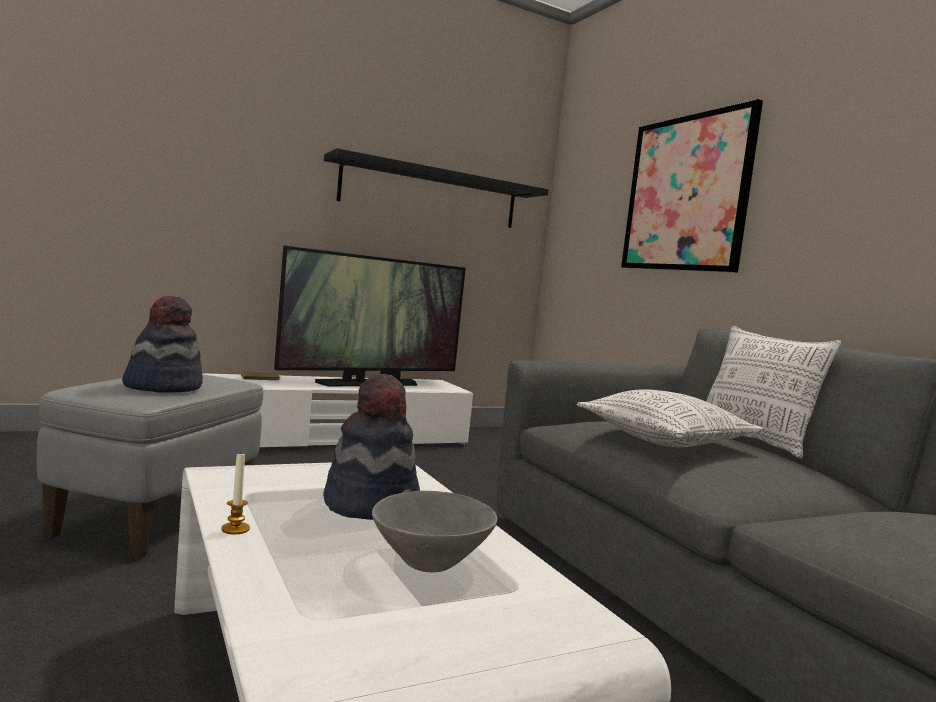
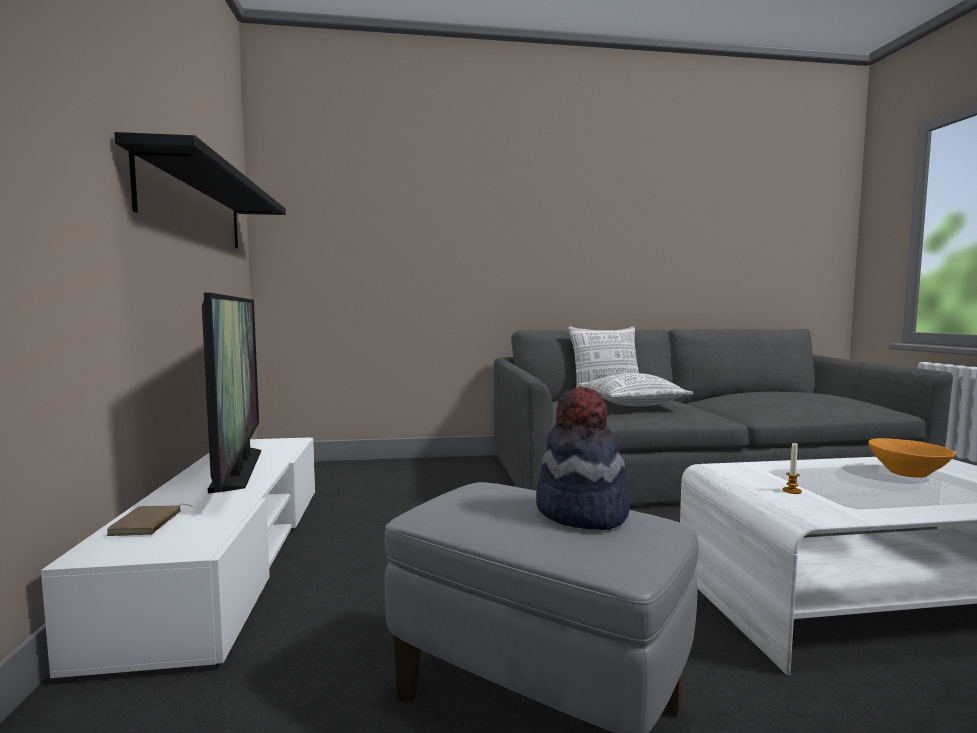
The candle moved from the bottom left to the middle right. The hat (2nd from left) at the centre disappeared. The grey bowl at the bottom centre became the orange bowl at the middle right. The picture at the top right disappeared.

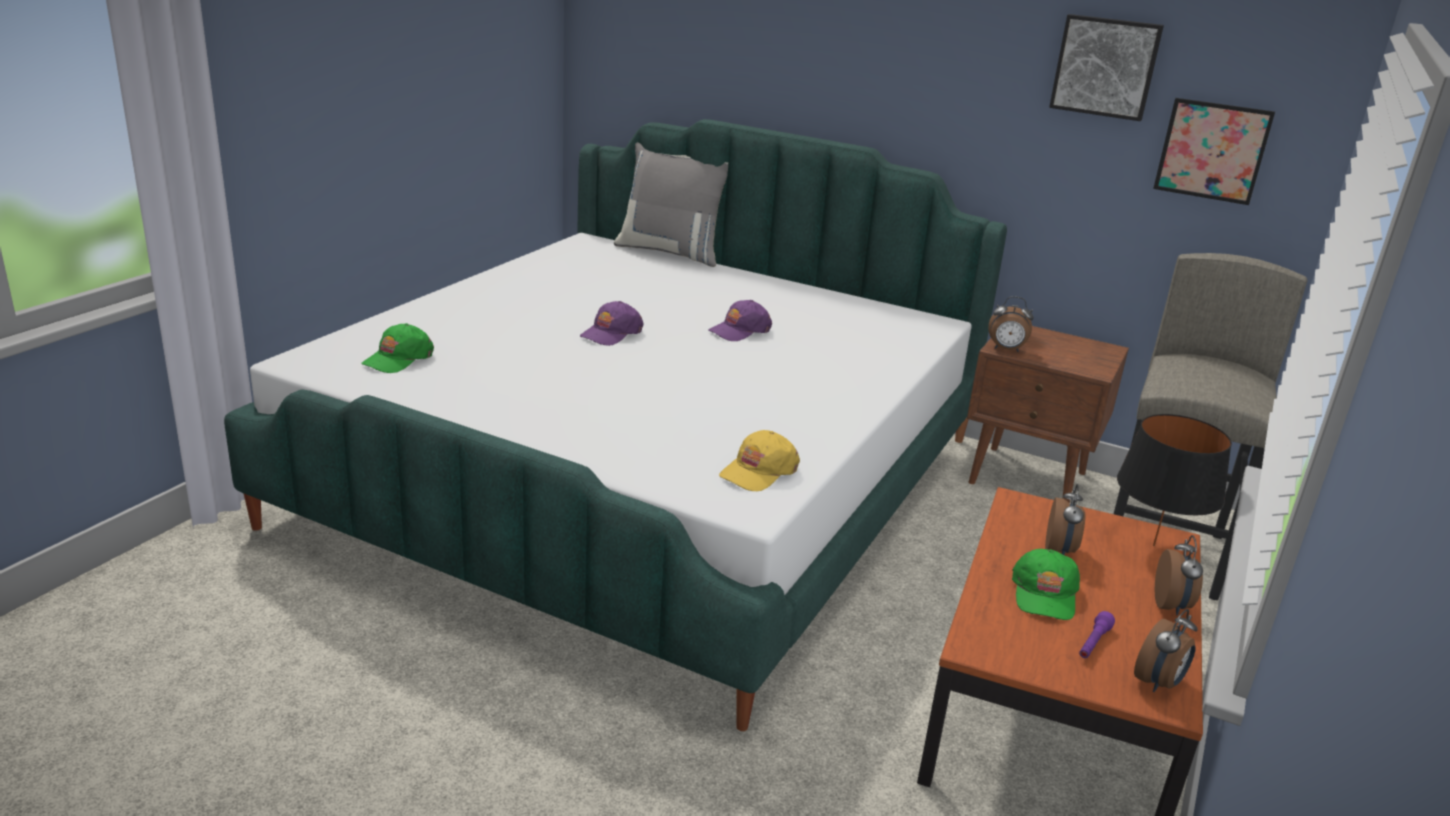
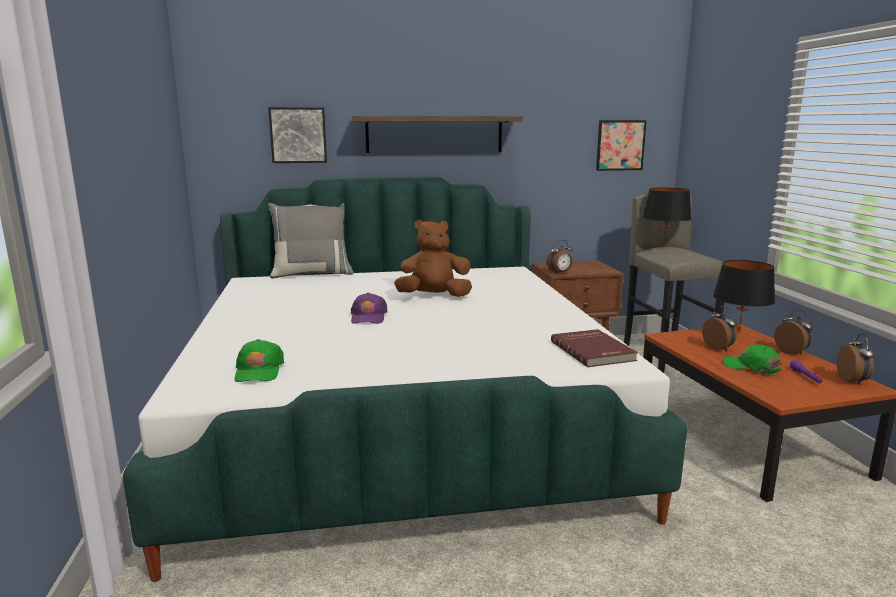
The purple cap (2nd from left) at the centre was replaced by the brown plush toy at the centre. The yellow cap at the centre was replaced by the red book at the centre. The green cap (2nd from left) at the bottom right turned 150 degrees clockwise. The picture (1st from left) moved from the top right to the top left. The shelf at the top centre appeared. The black table lamp (1st from left) at the middle right appeared.

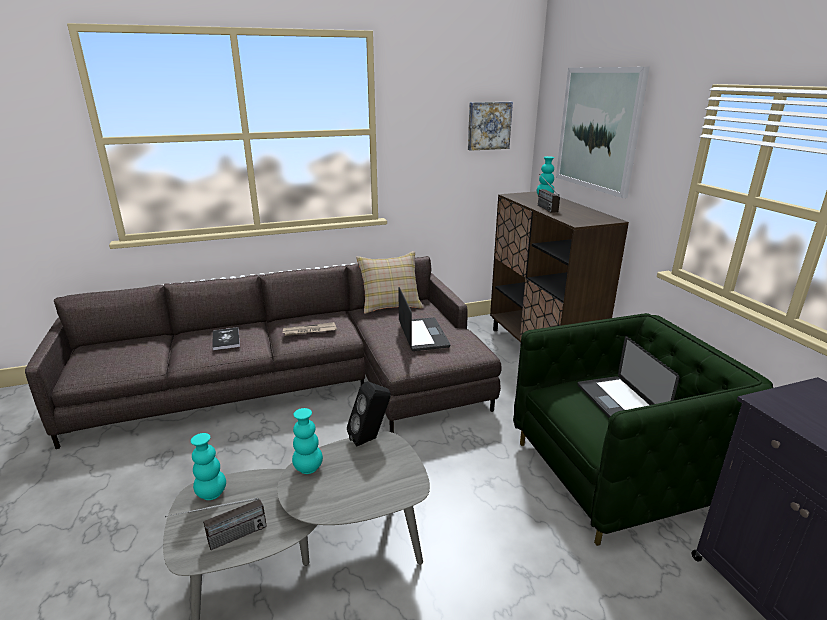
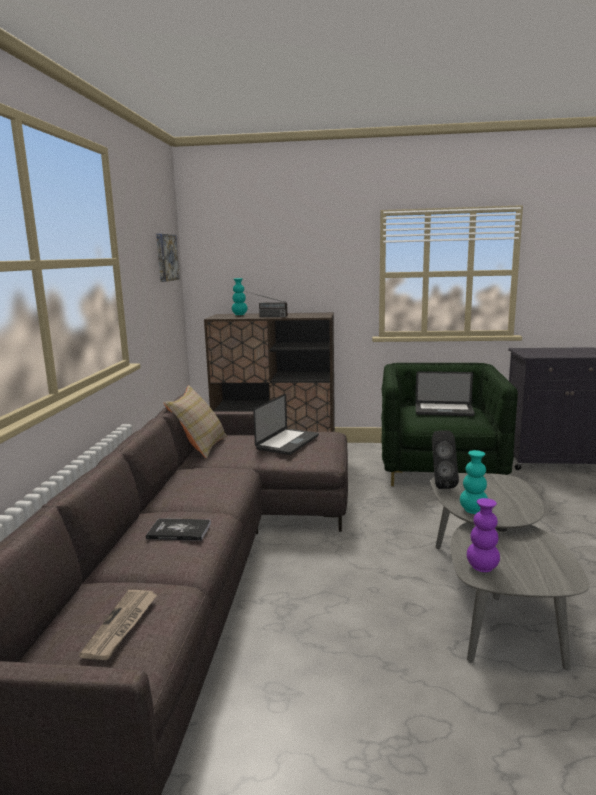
The radio (1st from left) at the bottom left disappeared. The turquoise vase (1st from left) at the bottom left became the purple vase at the bottom right. The newspaper moved from the centre to the bottom left. The laptop (1st from left) at the centre turned 105 degrees clockwise. The picture (2nd from left) at the top right disappeared.

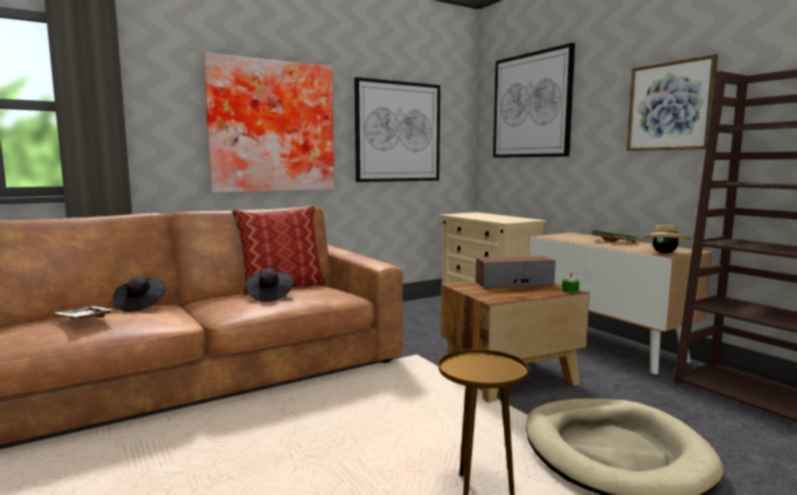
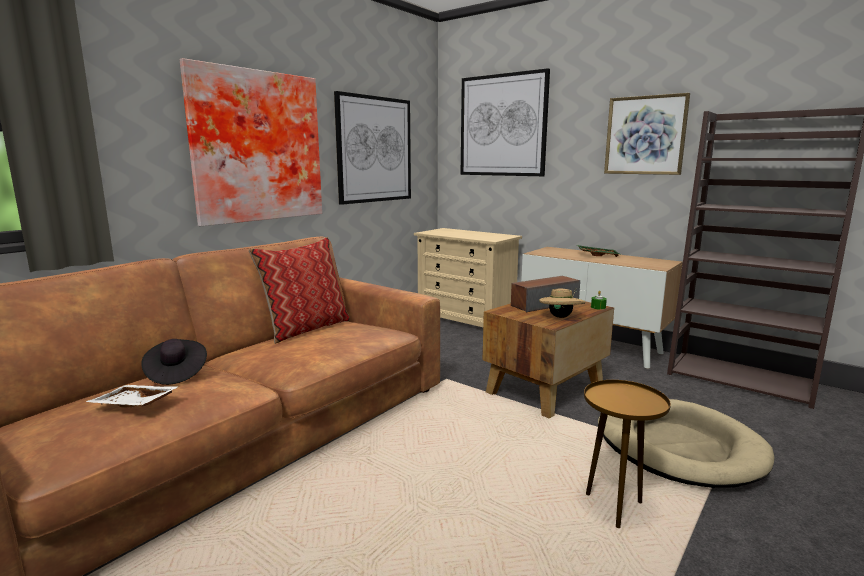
The black hat (2nd from left) at the centre disappeared. The beige hat moved from the middle right to the centre.

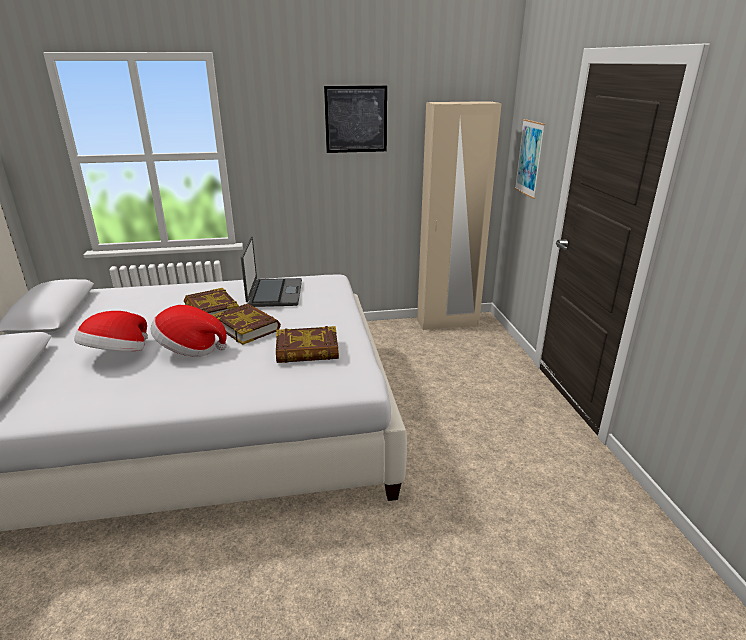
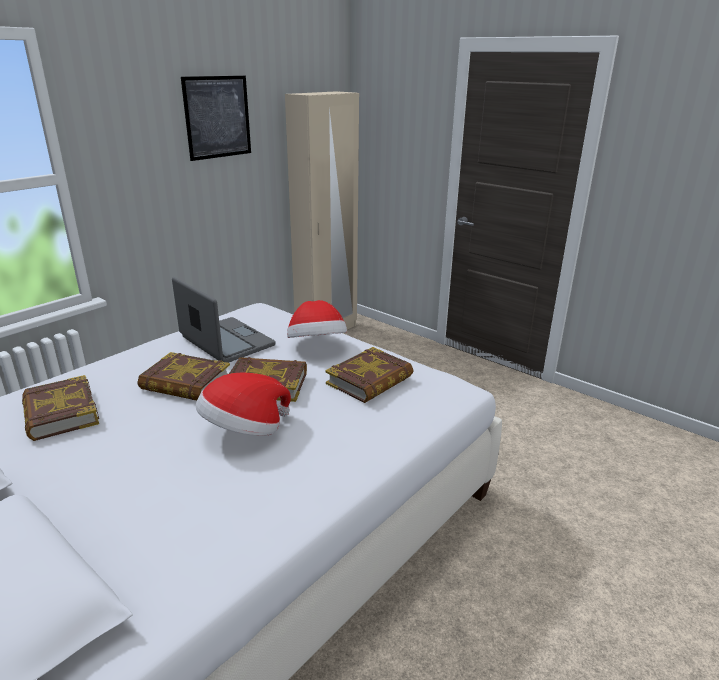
The hat (1st from left in the first image) moved from the middle left to the centre. The picture (2nd from left) at the top right disappeared. The book (1st from left) at the middle left appeared.

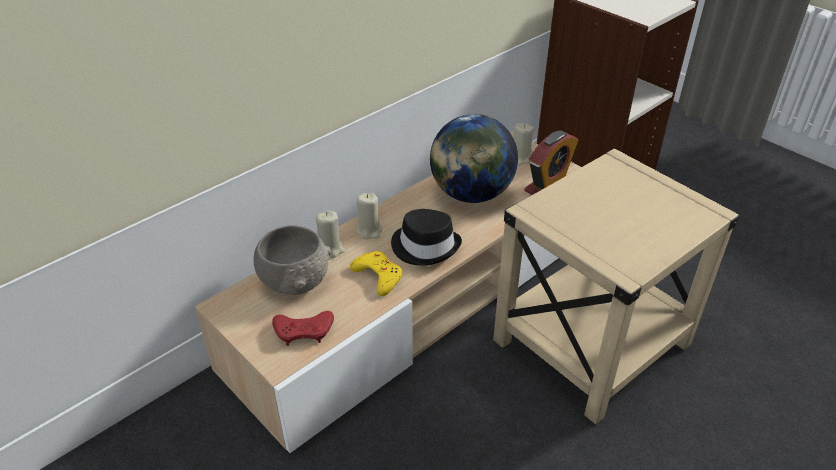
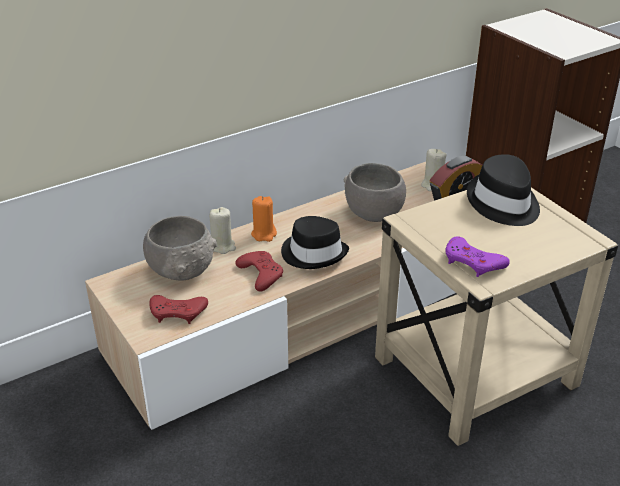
The yellow game controller at the centre became the red game controller (2nd from left) at the centre. The beige candle (2nd from left) at the centre became the orange candle at the centre. The globe at the centre was replaced by the grey bowl (2nd from left) at the centre. The purple game controller at the middle right appeared. The black hat (2nd from left) at the middle right appeared.

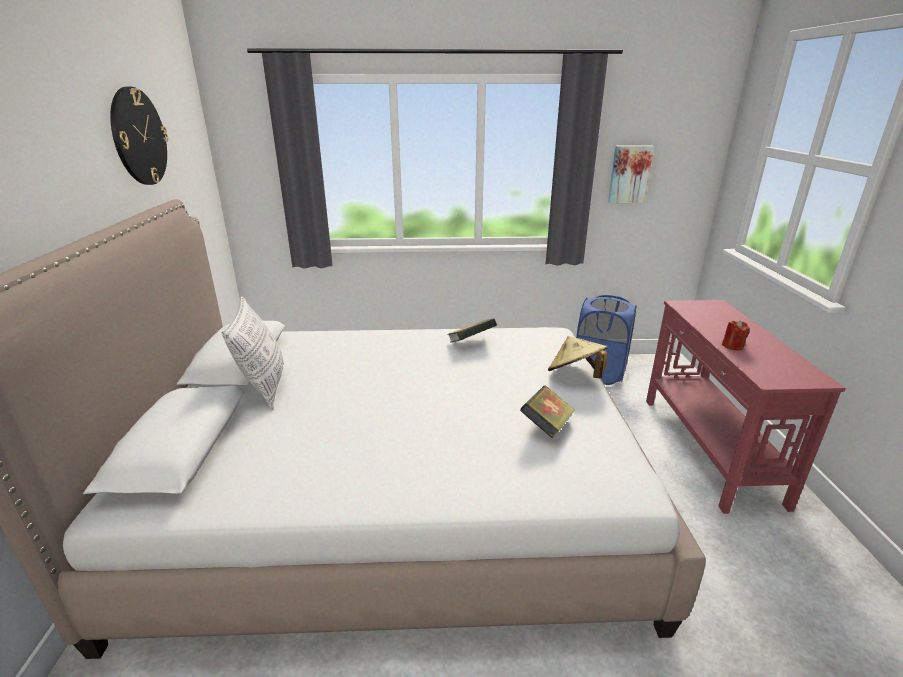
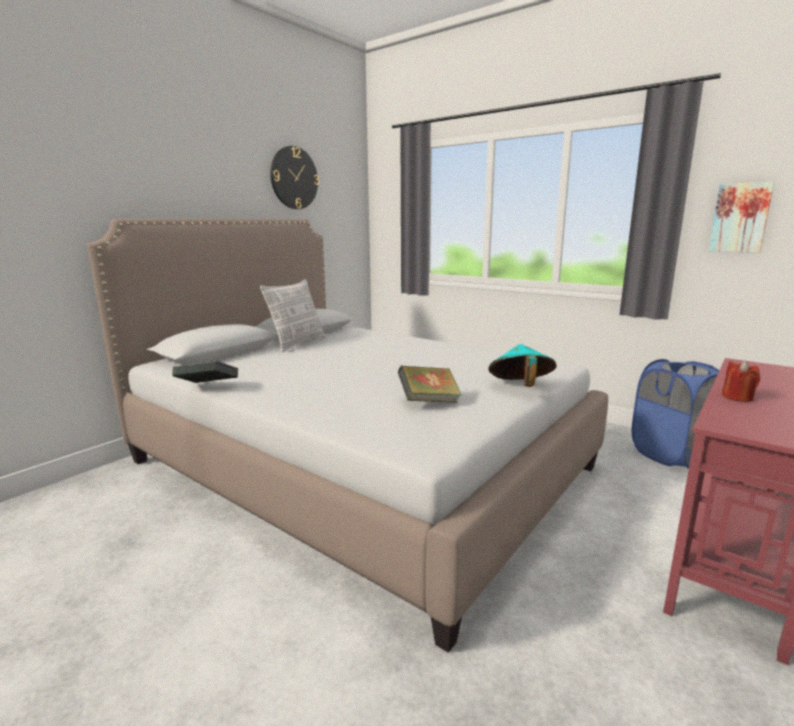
The book (1st from left) moved from the centre to the middle left. The beige hat at the centre became the turquoise hat at the centre.

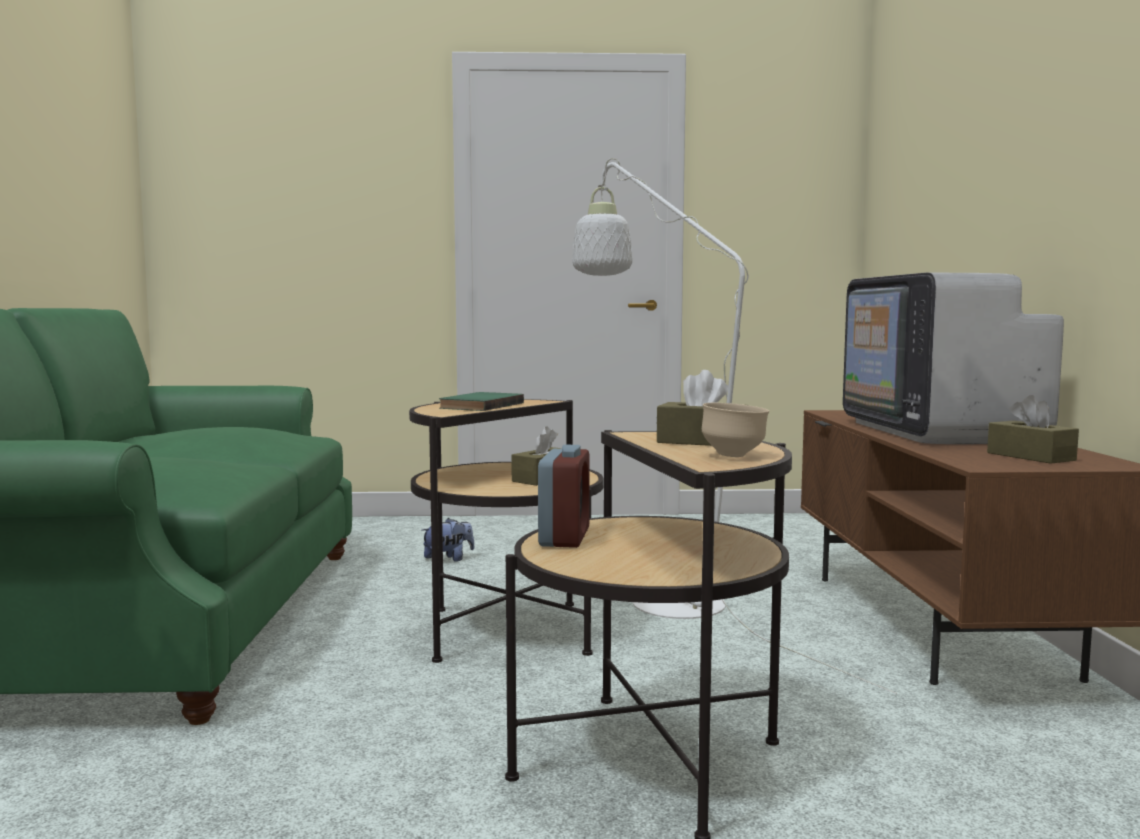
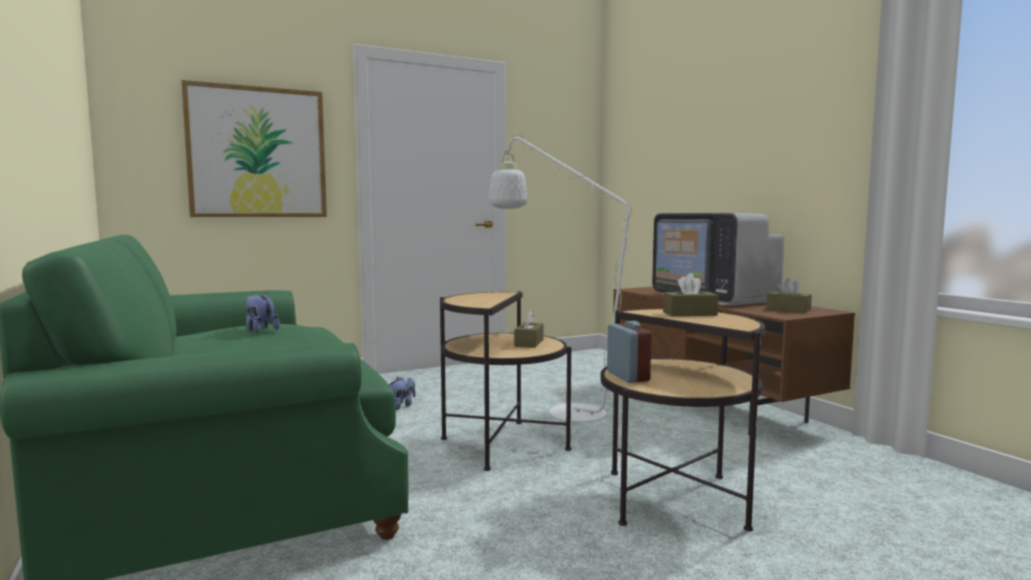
The green book at the centre disappeared. The beige bowl at the centre disappeared. The picture at the top left appeared. The plush toy (1st from left) at the middle left appeared.

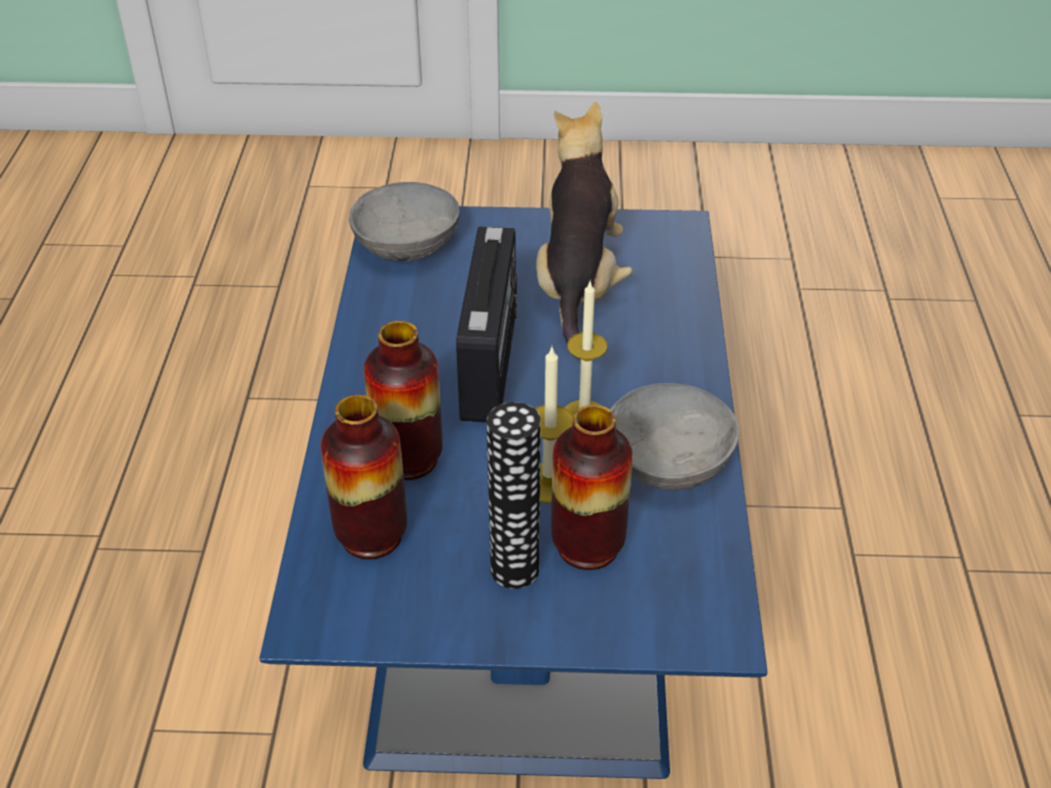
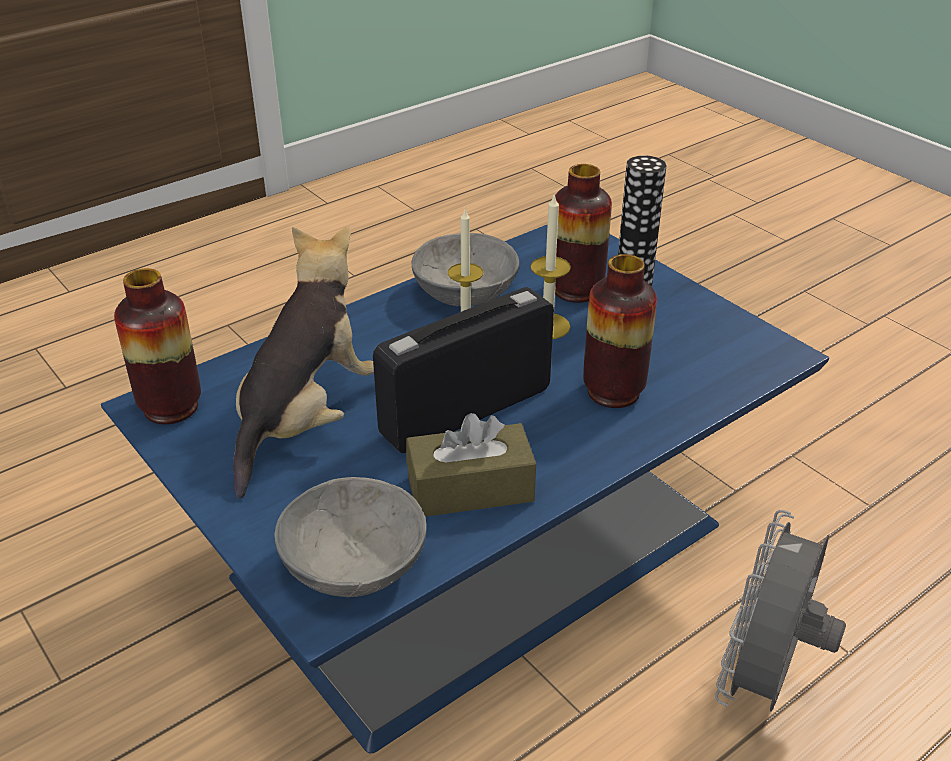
The vase (1st from left) moved from the centre to the middle left. The plush toy at the top centre turned 150 degrees clockwise. The brown tissue box at the centre appeared. The grey fan at the bottom right appeared.

